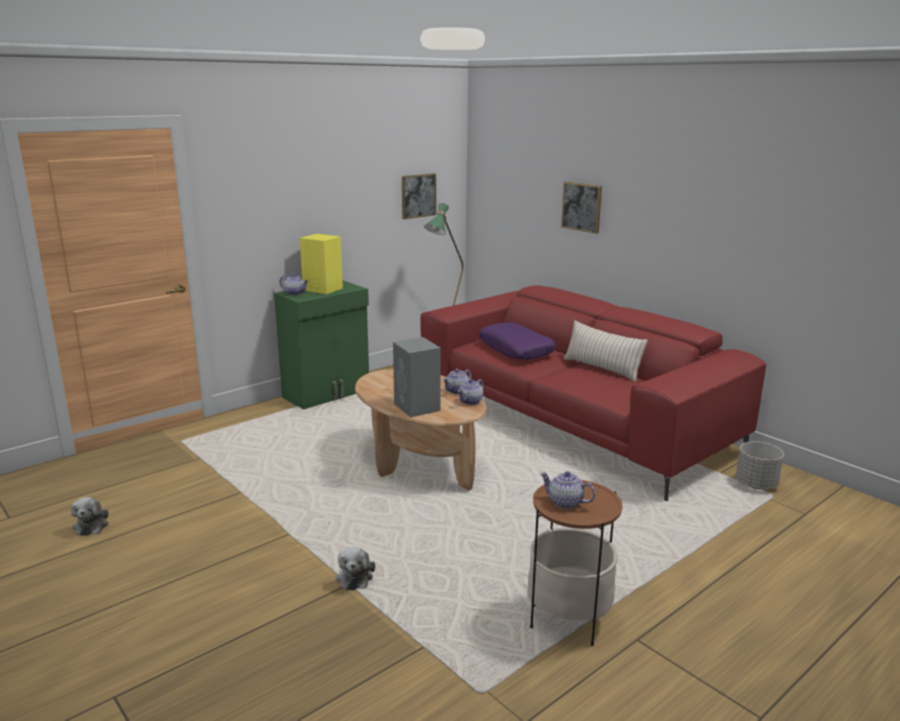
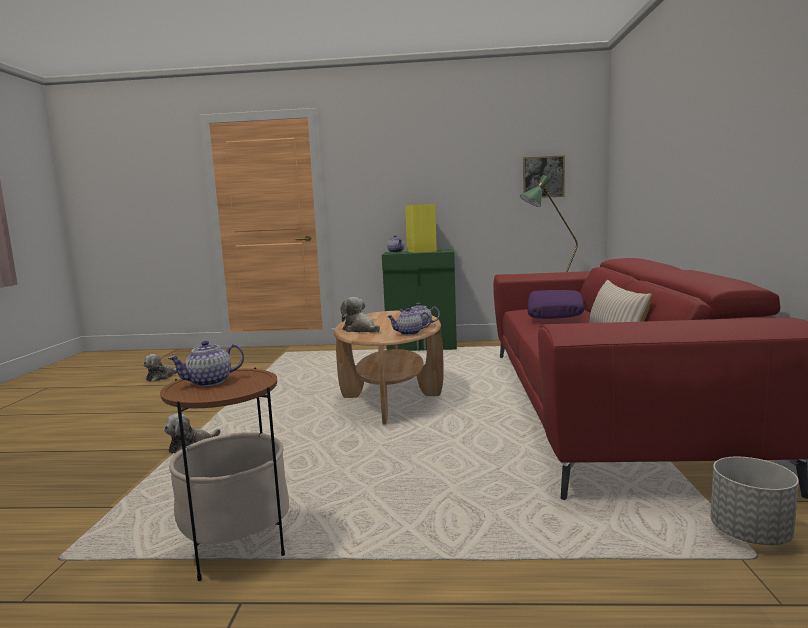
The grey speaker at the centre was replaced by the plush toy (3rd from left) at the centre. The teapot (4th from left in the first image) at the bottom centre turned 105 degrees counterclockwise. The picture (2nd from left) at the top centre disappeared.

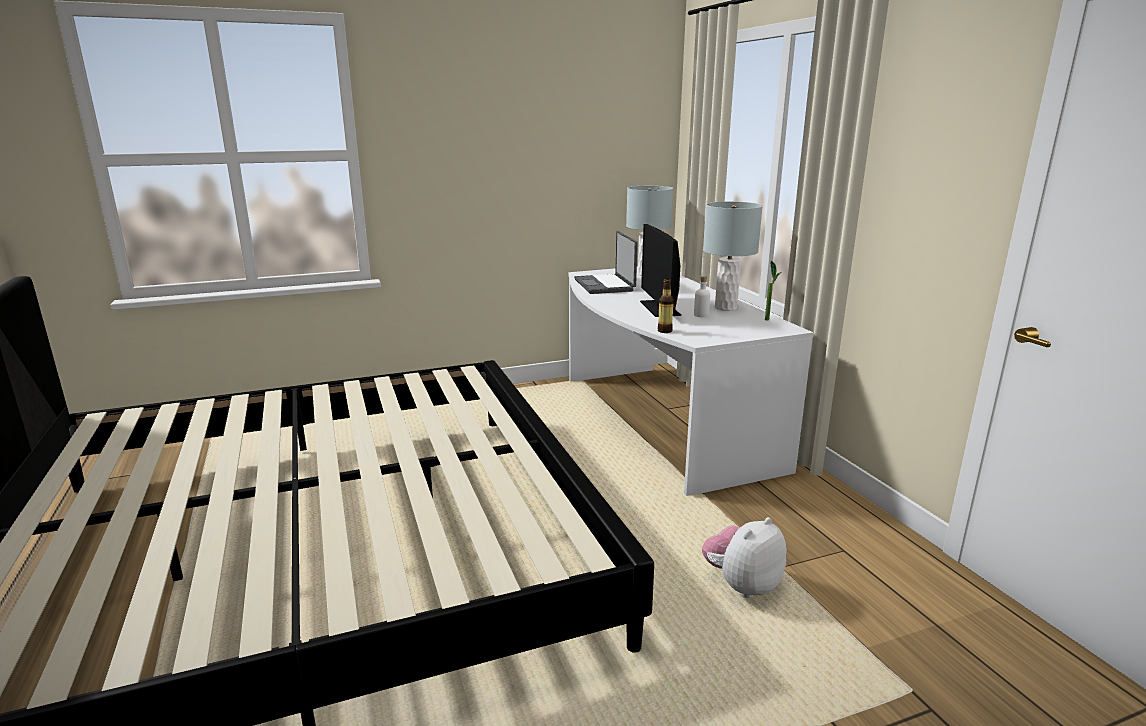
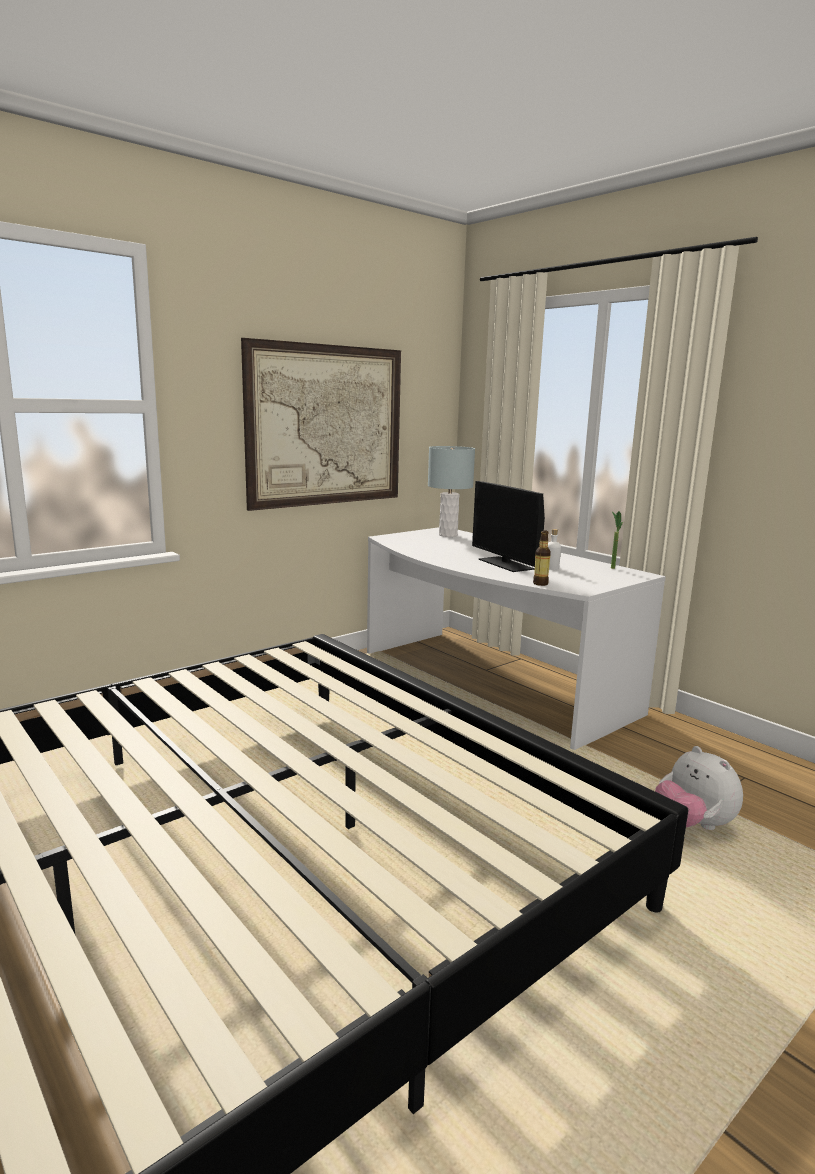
The laptop at the centre disappeared. The plush toy at the bottom centre turned 60 degrees counterclockwise. The grey table lamp (2nd from left) at the centre disappeared. The picture at the centre appeared.

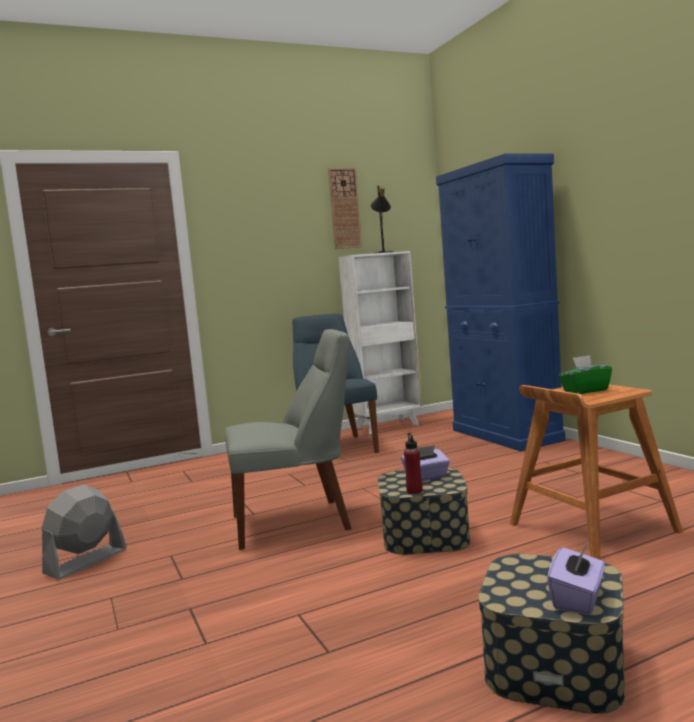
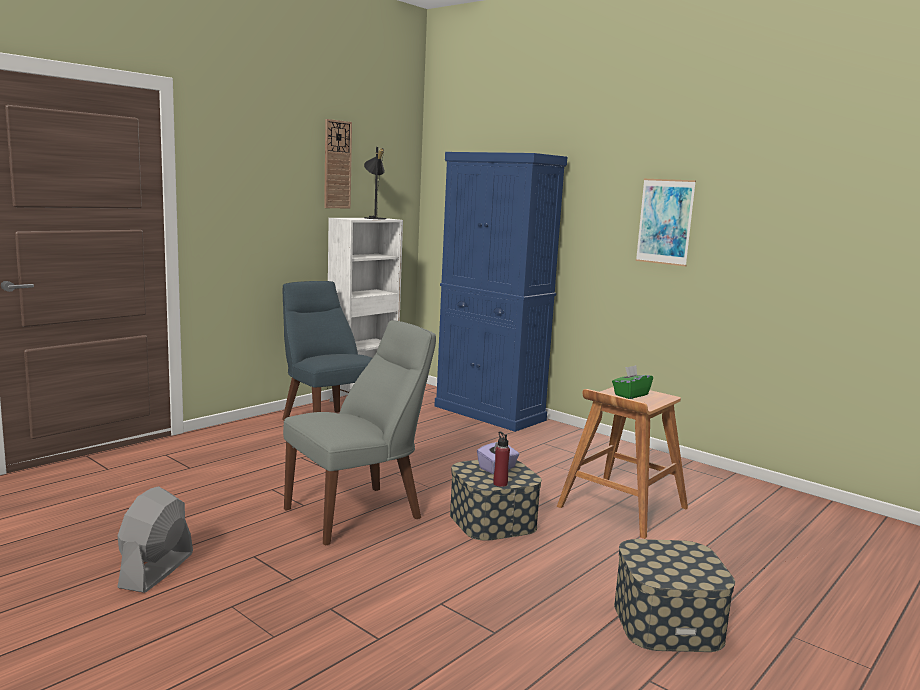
The purple tissue box (2nd from left) at the bottom right disappeared. The picture at the top right appeared.

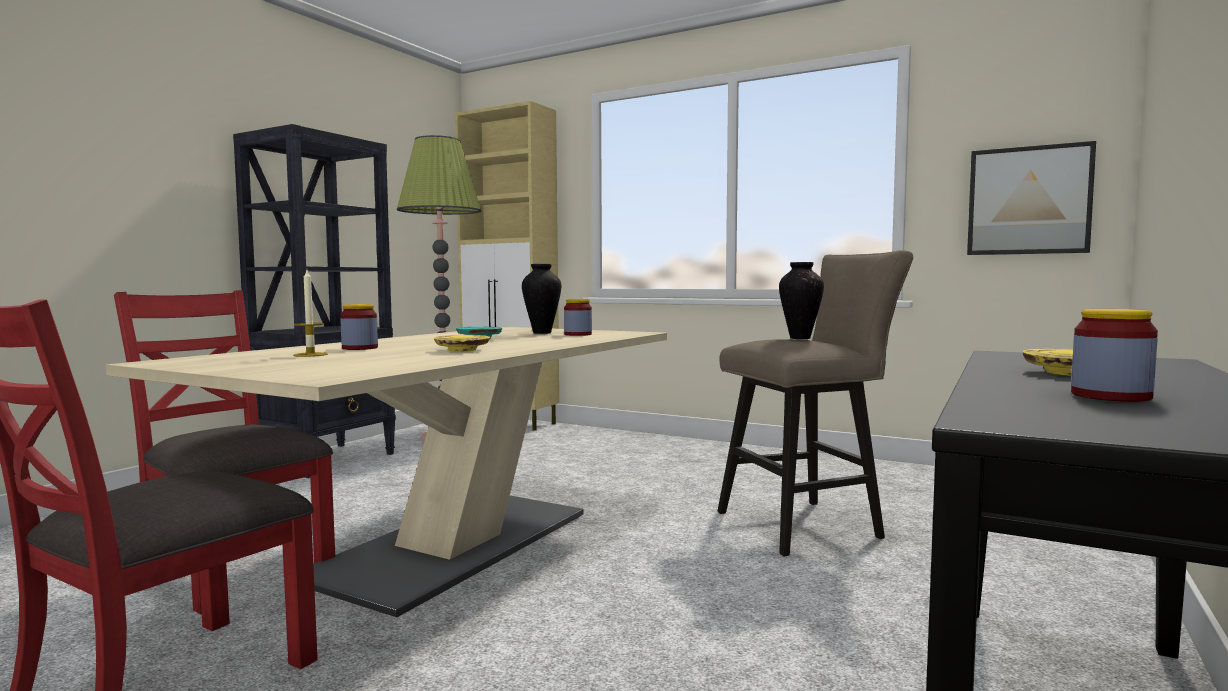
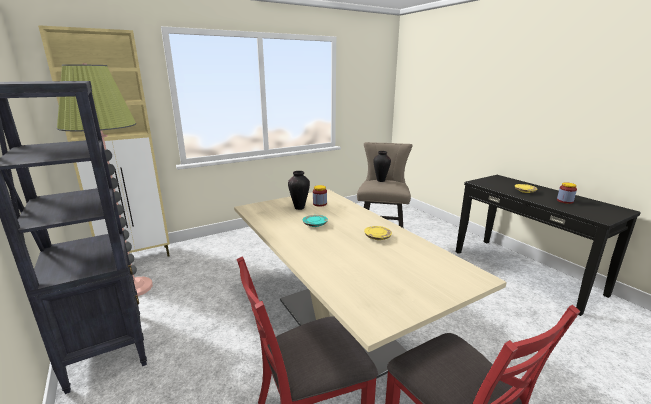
The candle at the middle left disappeared. The jar (1st from left) at the middle left disappeared. The picture at the top right disappeared.

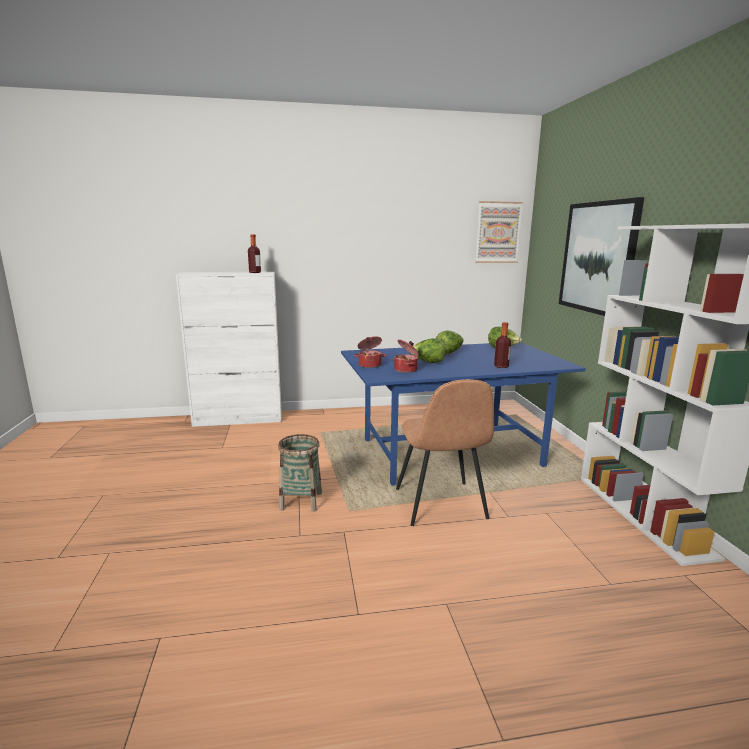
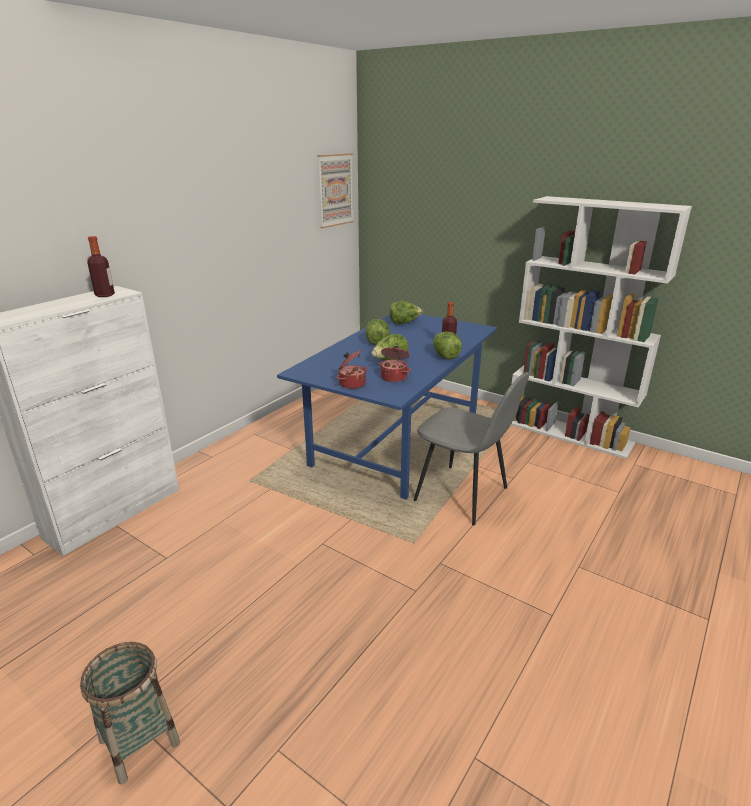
The basket moved from the centre to the bottom left. The brown chair at the centre became the grey chair at the centre. The picture (2nd from left) at the middle right disappeared. The lettuce (4th from left) at the centre appeared.

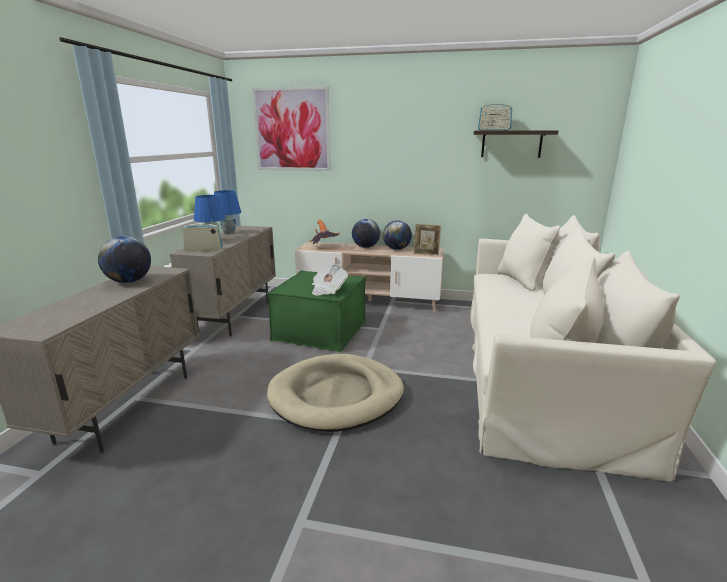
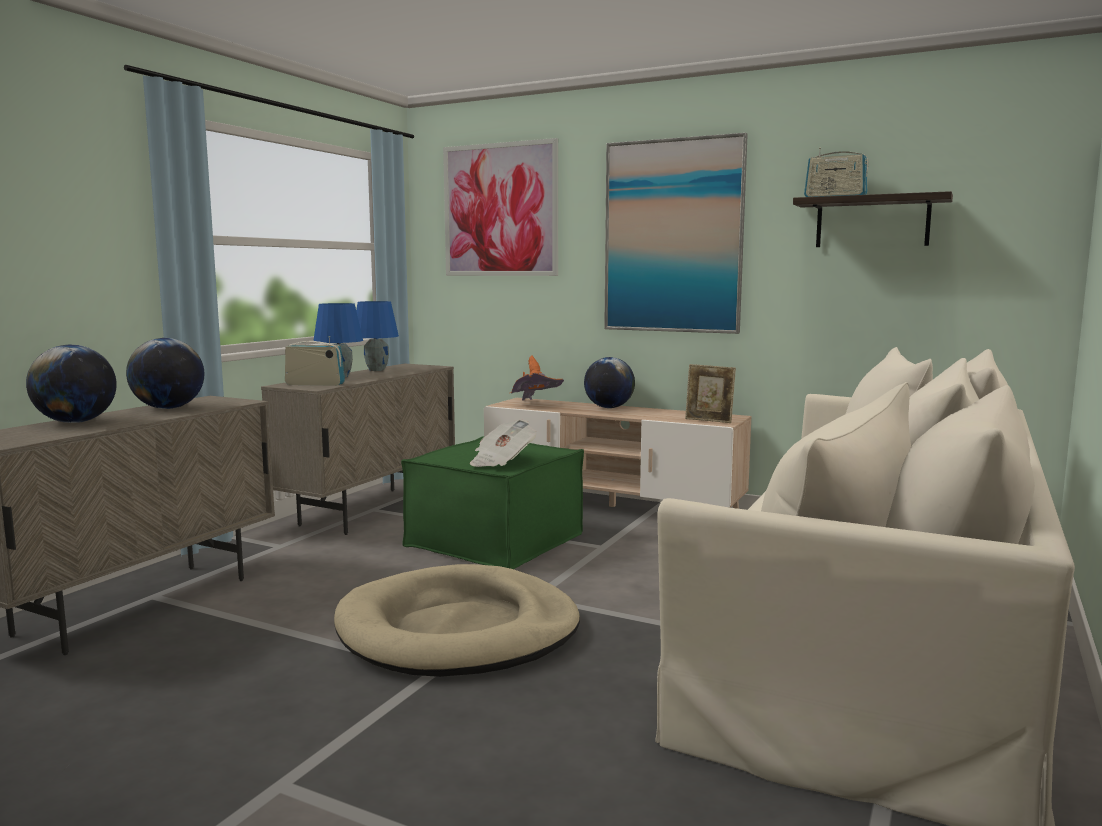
The globe (3rd from left in the first image) moved from the centre to the middle left. The picture (2nd from left) at the top centre appeared.

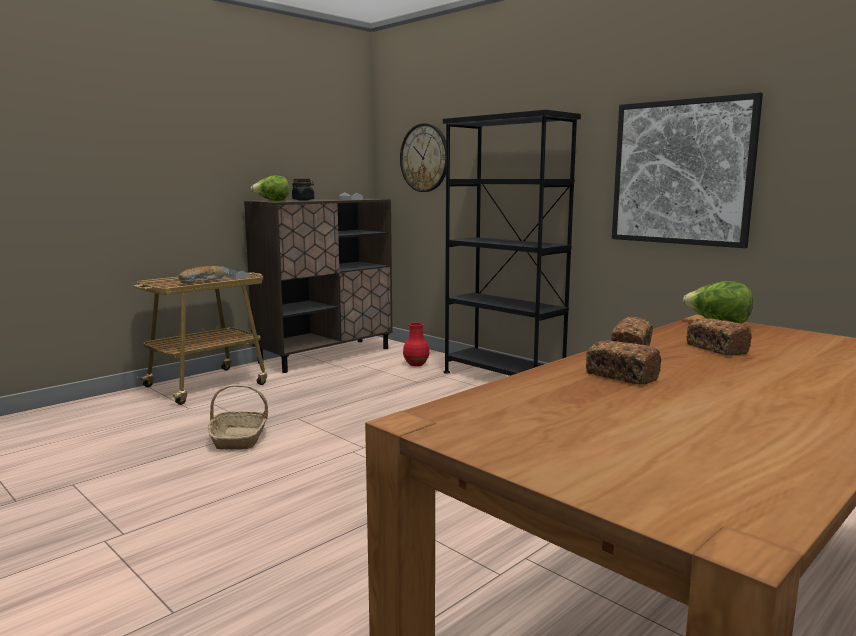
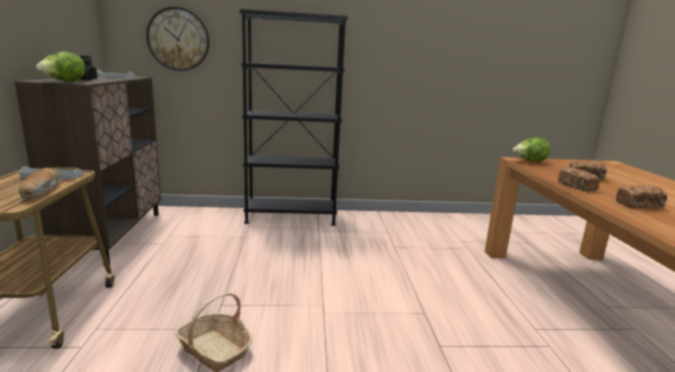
The red vase at the centre disappeared. The picture at the top right disappeared.

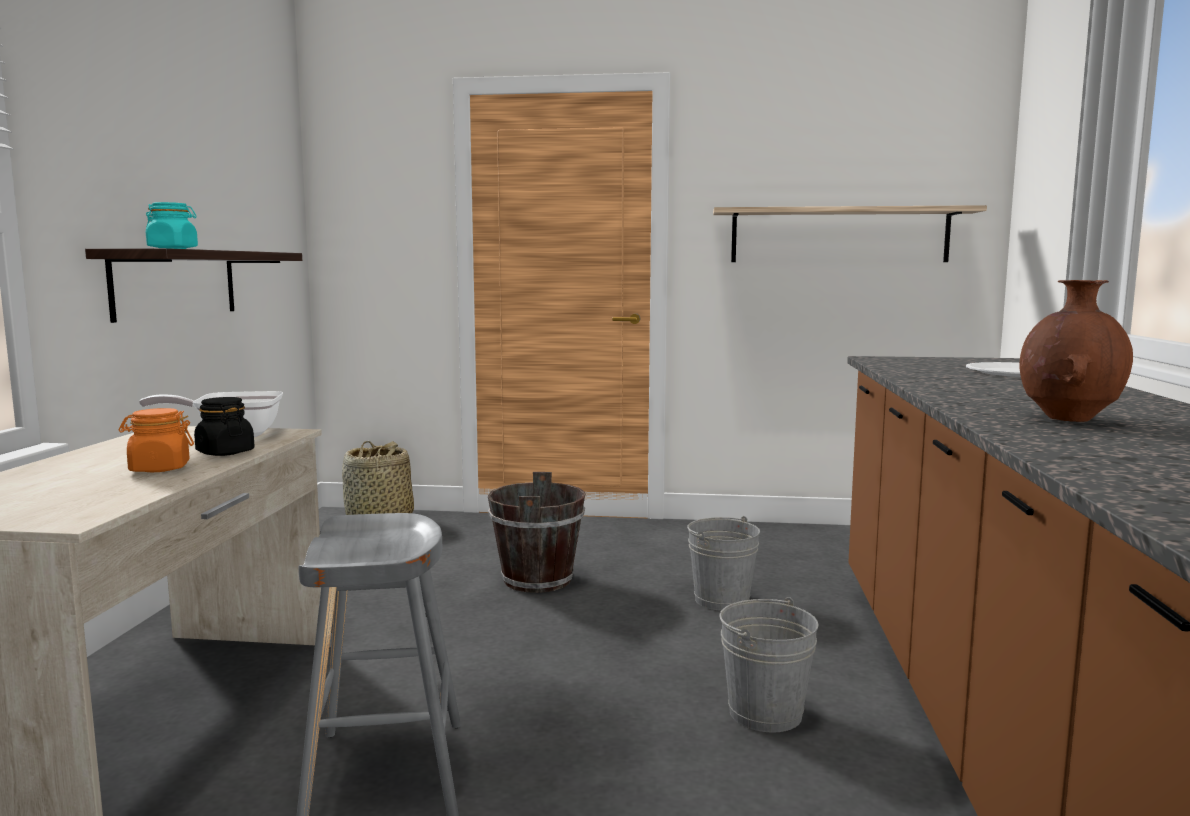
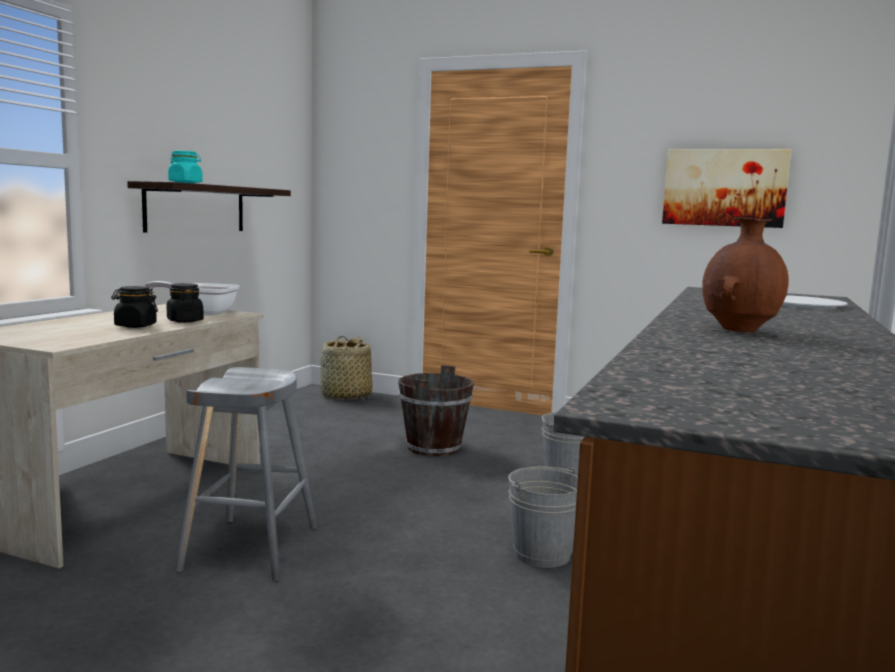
The orange jar at the middle left became the black jar (1st from left) at the middle left. The shelf (2nd from left) at the top right was replaced by the picture at the top right.

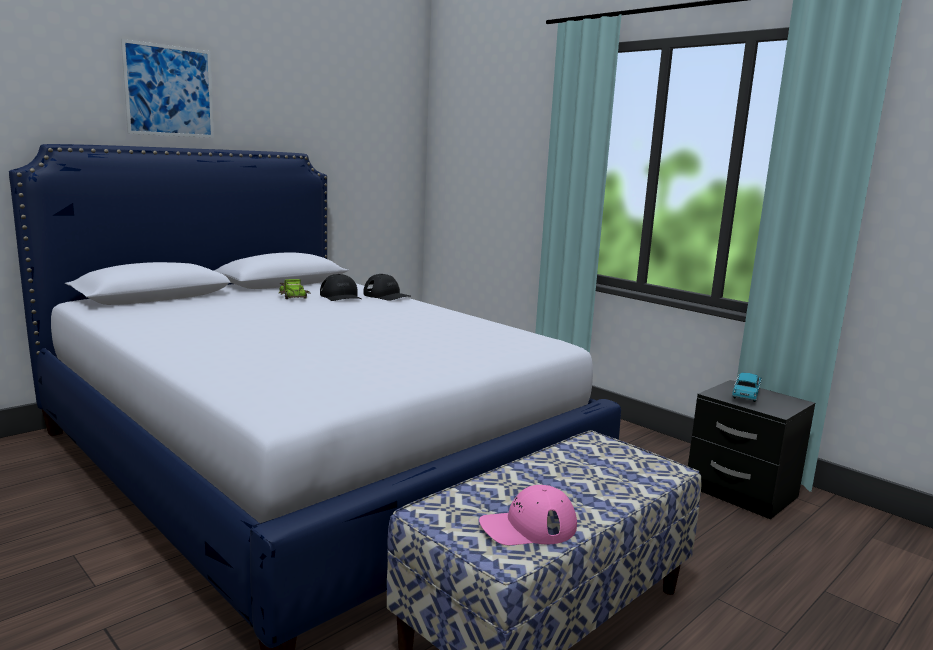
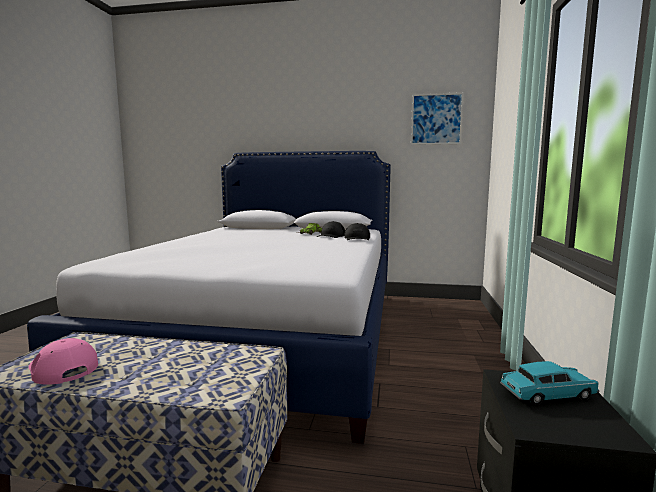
The picture moved from the top left to the top centre.

